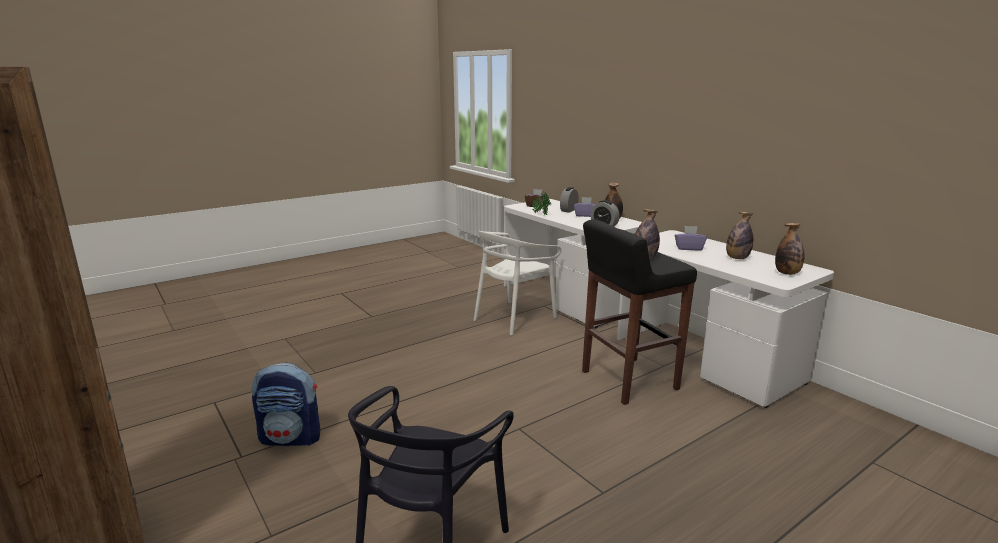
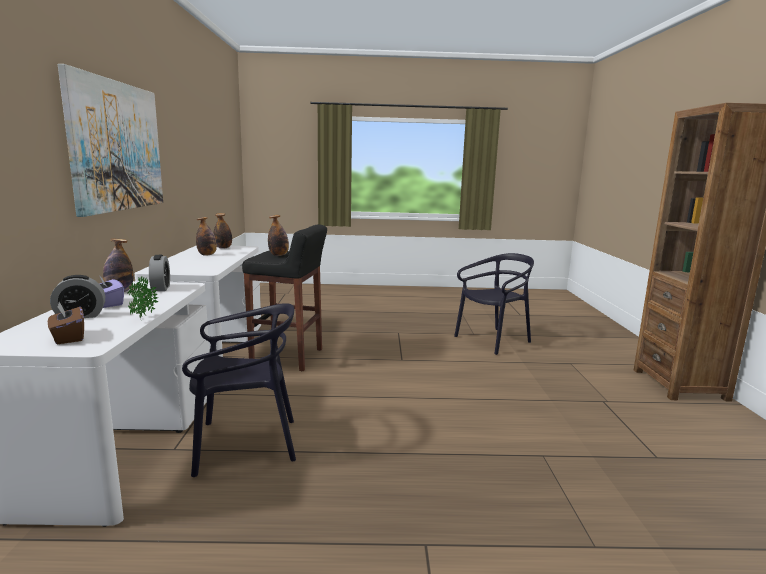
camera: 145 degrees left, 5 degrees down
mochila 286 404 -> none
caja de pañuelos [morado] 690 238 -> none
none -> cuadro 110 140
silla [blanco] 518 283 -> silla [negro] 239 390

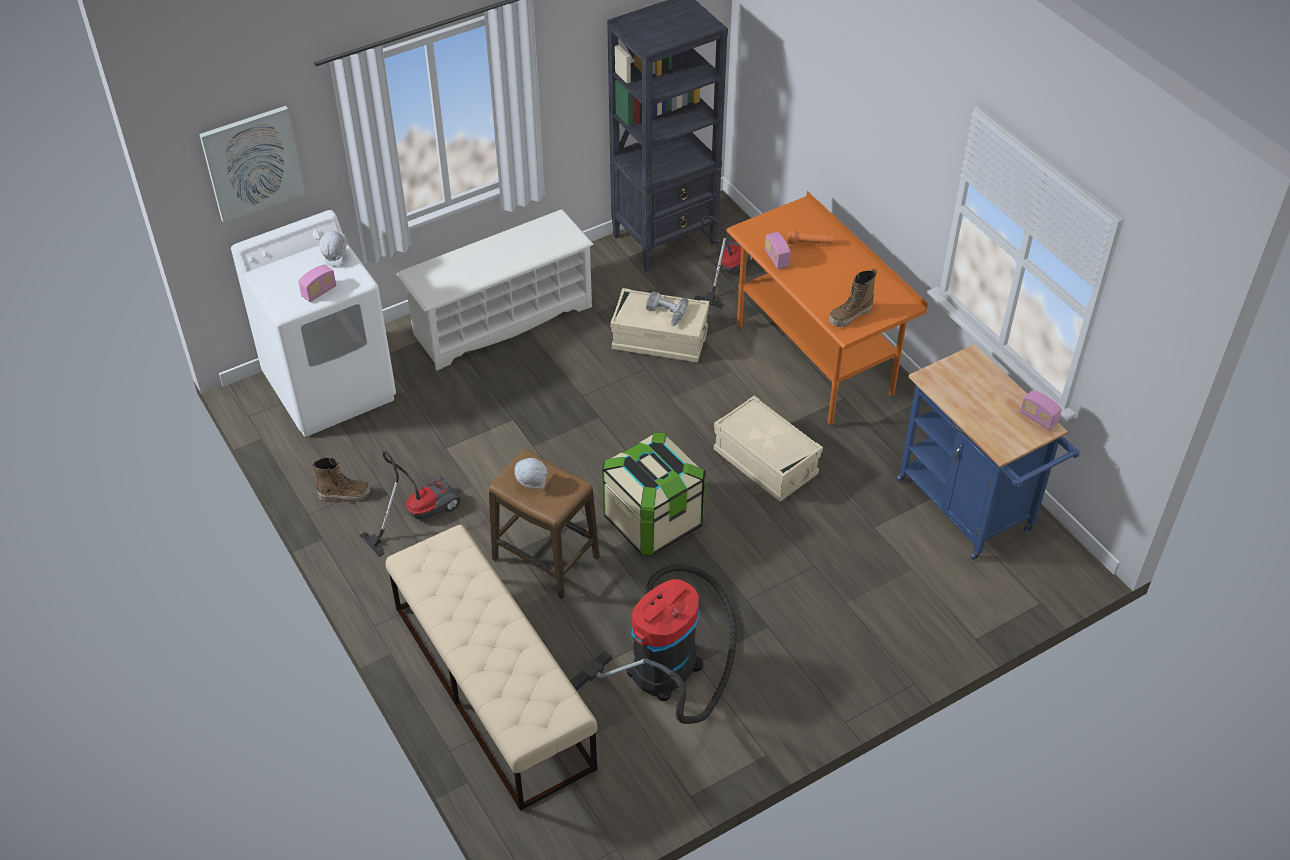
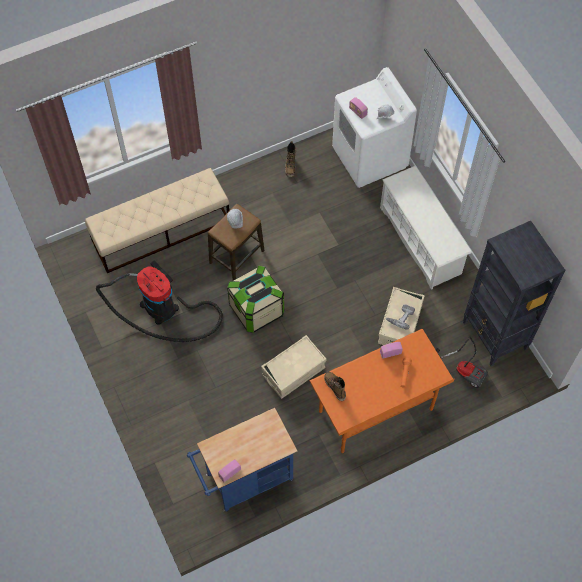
camera: 95 degrees right, 15 degrees up
cuadro 252 164 -> none
aspiradora 410 504 -> none

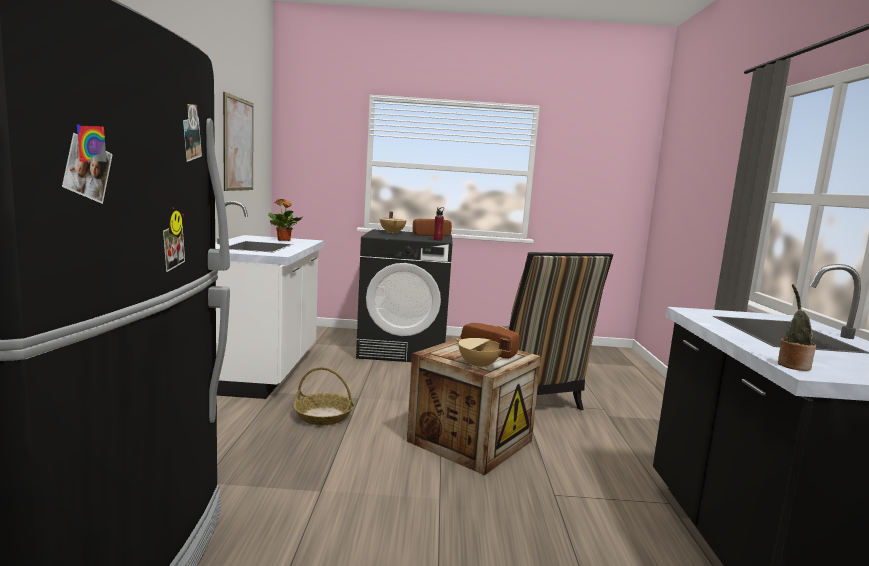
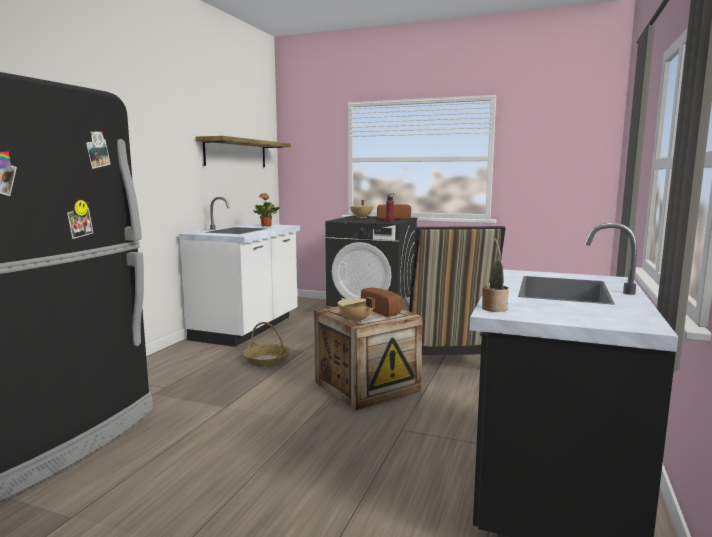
camera: 20 degrees right, 0 degrees up
cuadro 238 141 -> estante 243 151

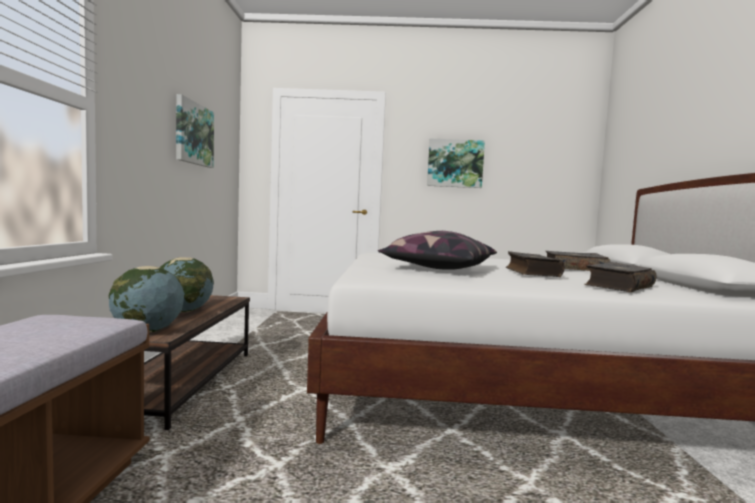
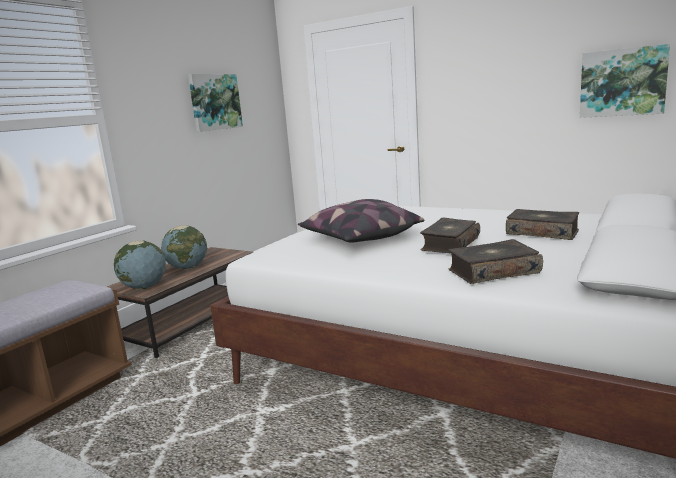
camera: 30 degrees right, 10 degrees up
cuadro 456 163 -> cuadro 625 81, moved

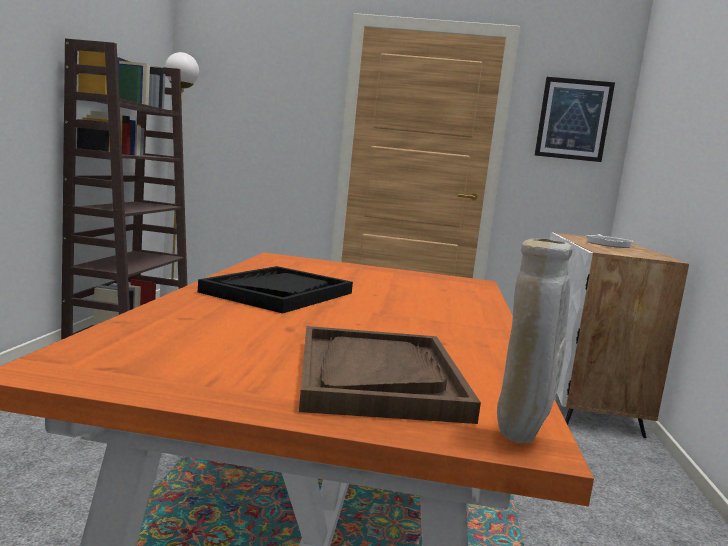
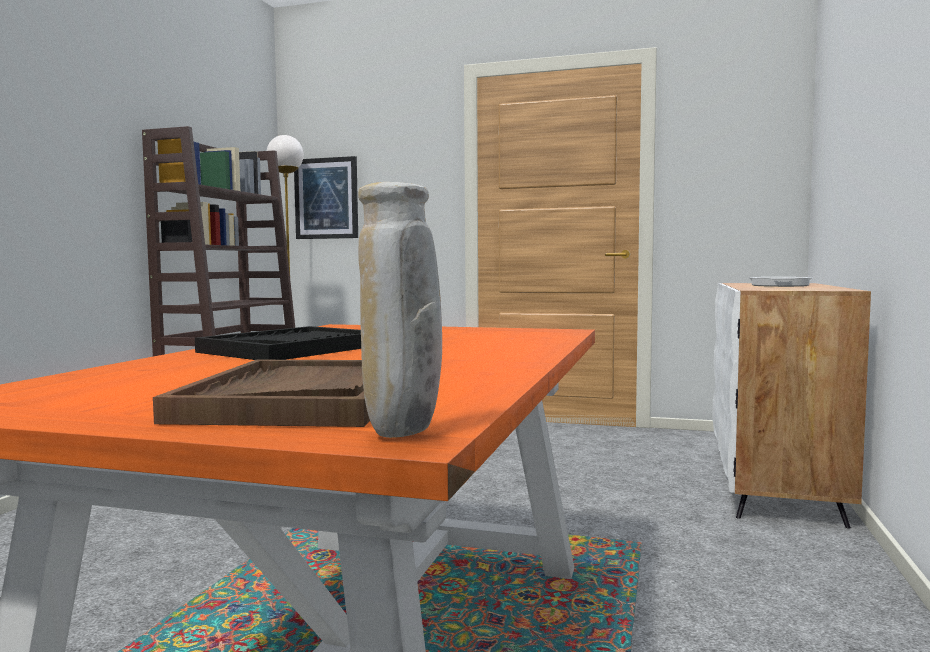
camera: 10 degrees right, 5 degrees down
cuadro 574 119 -> cuadro 326 197, moved

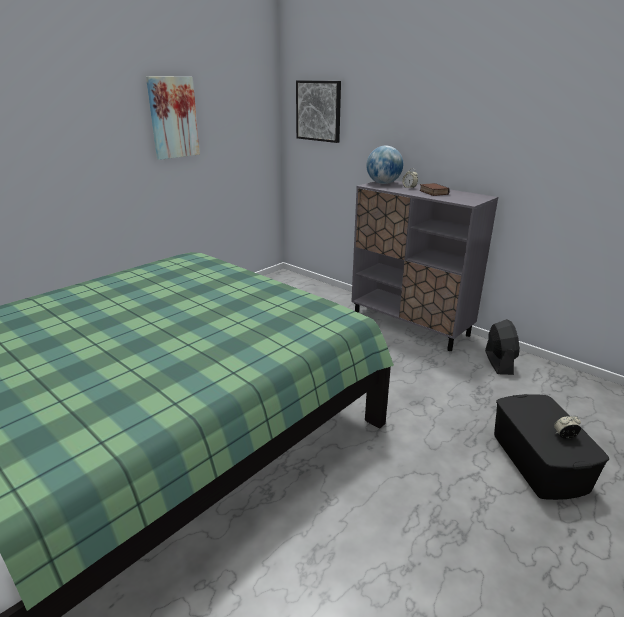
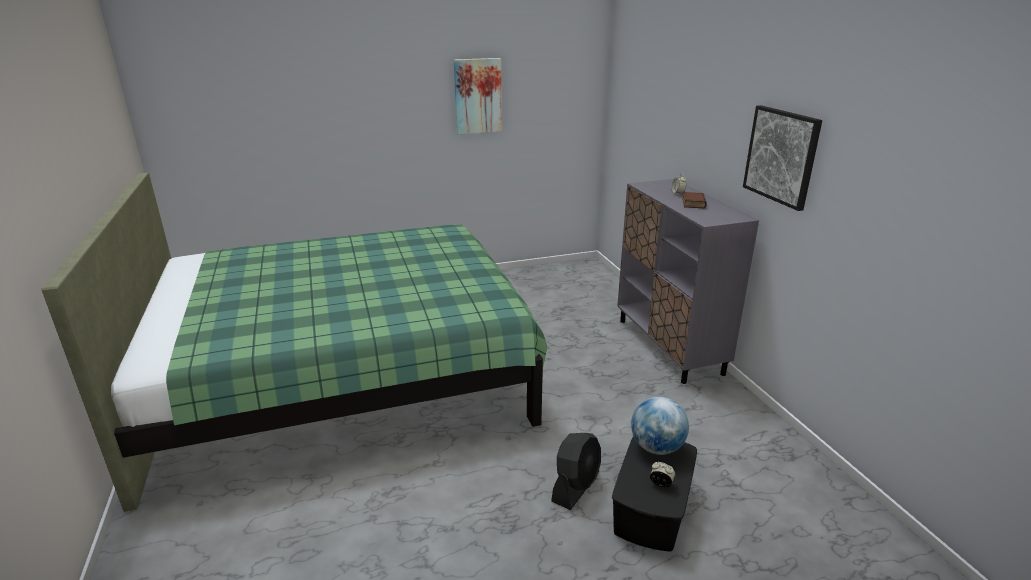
camera: 30 degrees right, 0 degrees up
cuadro 318 111 -> cuadro 782 158, moved
globo terráqueo 384 165 -> globo terráqueo 660 426, moved
ventilador [negro] 502 347 -> ventilador [negro] 576 471, moved

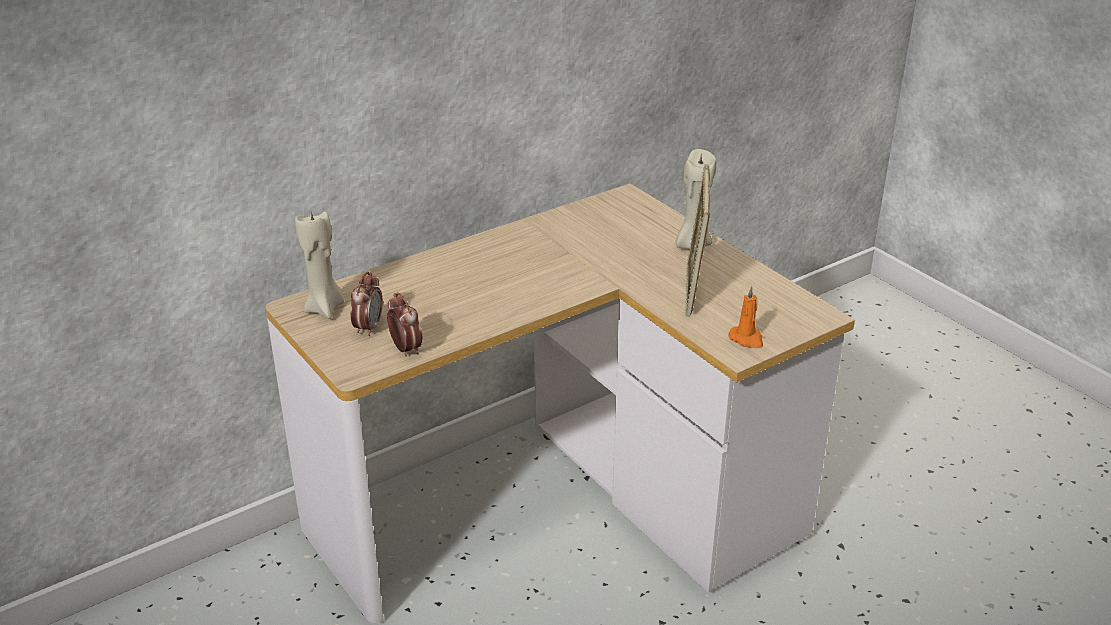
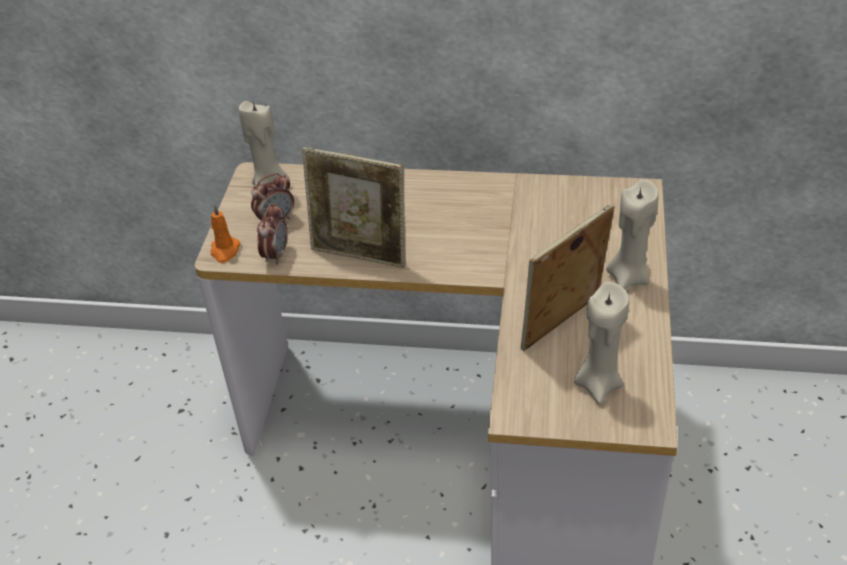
camera: 45 degrees right, 10 degrees up
none -> portarretratos 353 207
none -> vela [beis] 601 343
vela [naranja] 745 317 -> vela [naranja] 226 233, moved

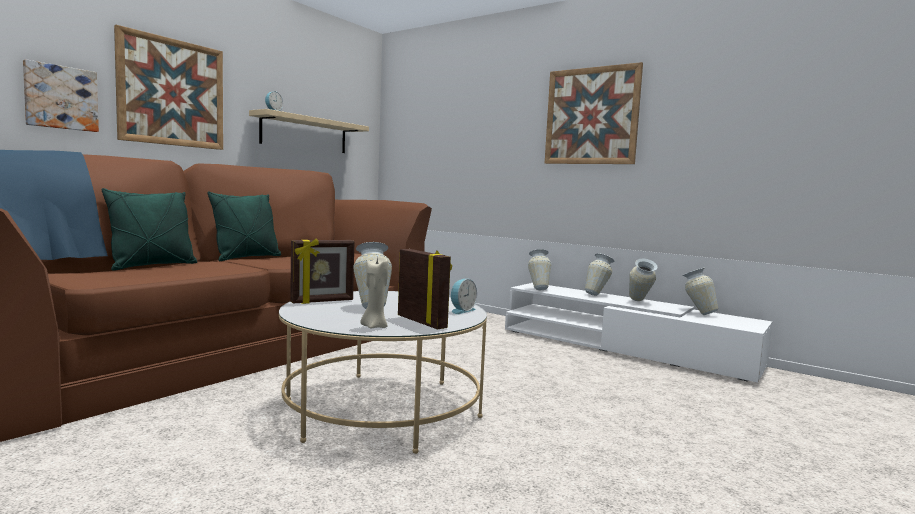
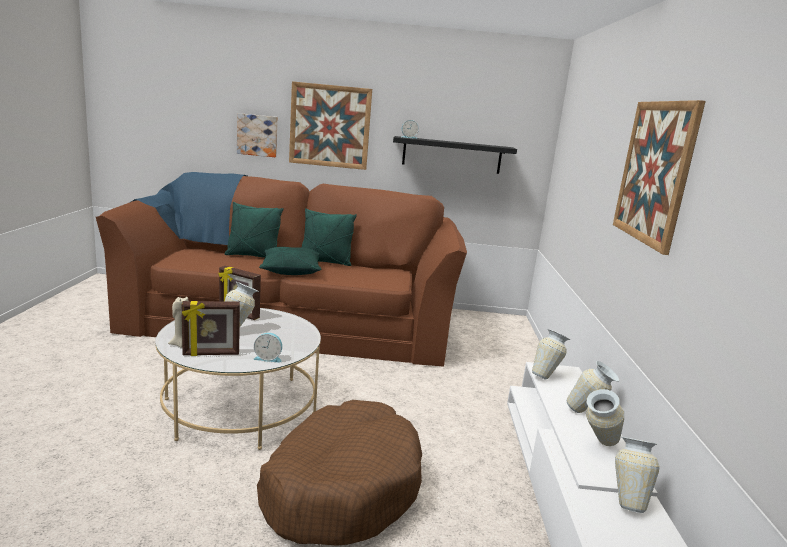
camera: 55 degrees right, 10 degrees up
none -> cama para perro [marrón] 339 473
none -> cojín [verde] 290 261
estante [beis] 309 131 -> estante [negro] 455 155
portarretratos 425 289 -> portarretratos 211 328, 60 degrees clockwise

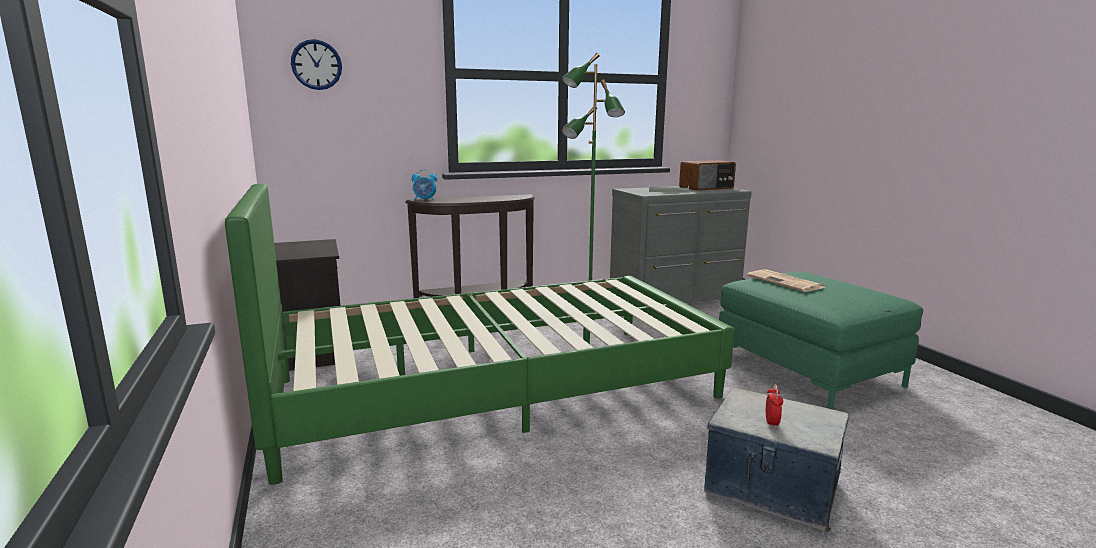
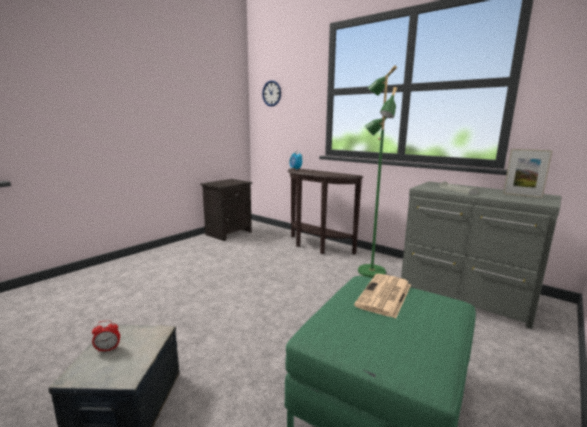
camera: 60 degrees right, 0 degrees up
cama [verde] 480 334 -> none
radio 707 175 -> portarretratos 528 173

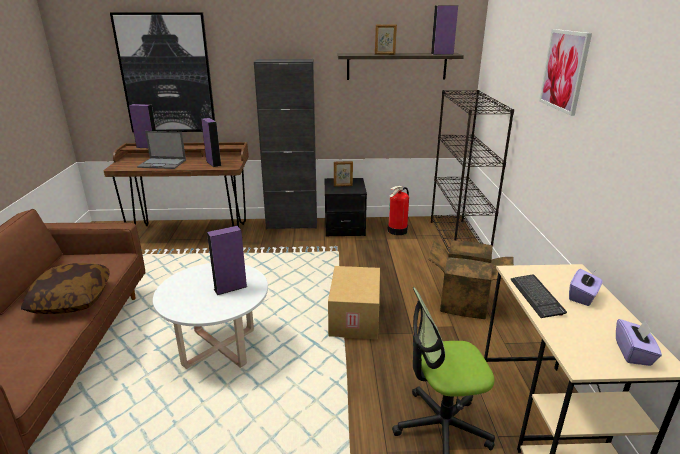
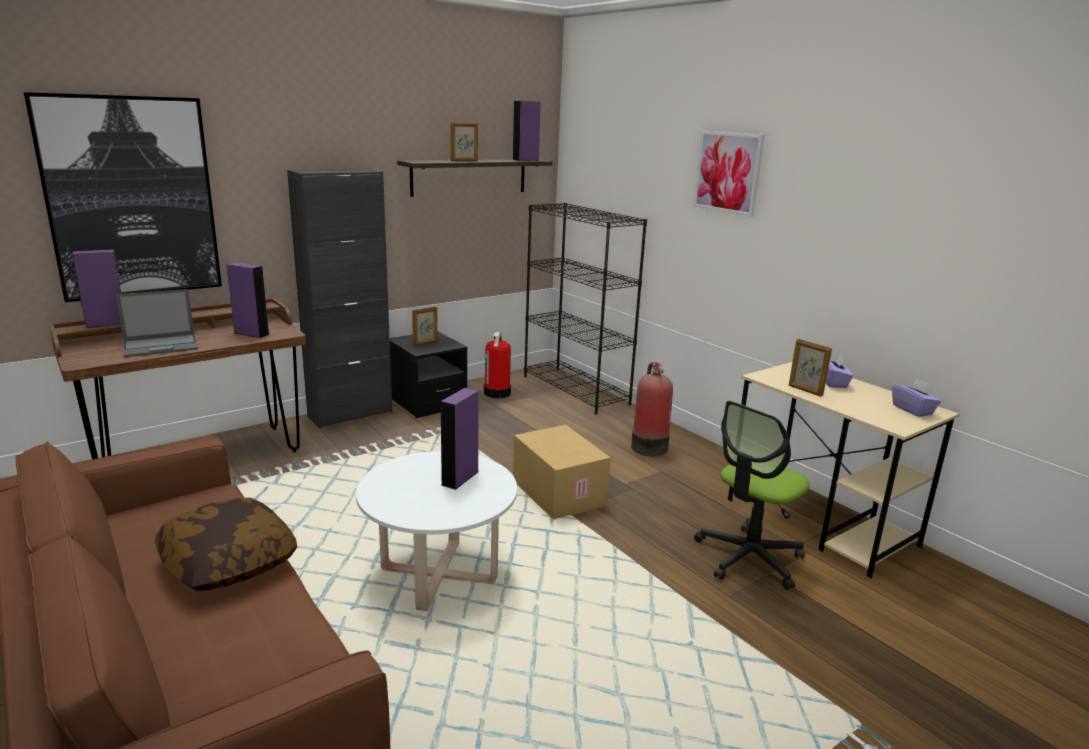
camera: 35 degrees left, 5 degrees down
caja de cartón 471 279 -> extintor 652 409
teclado 538 296 -> portarretratos 810 368

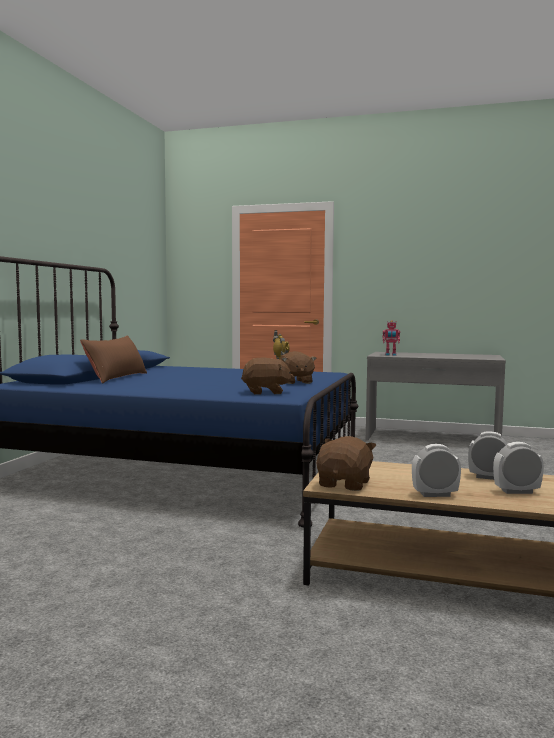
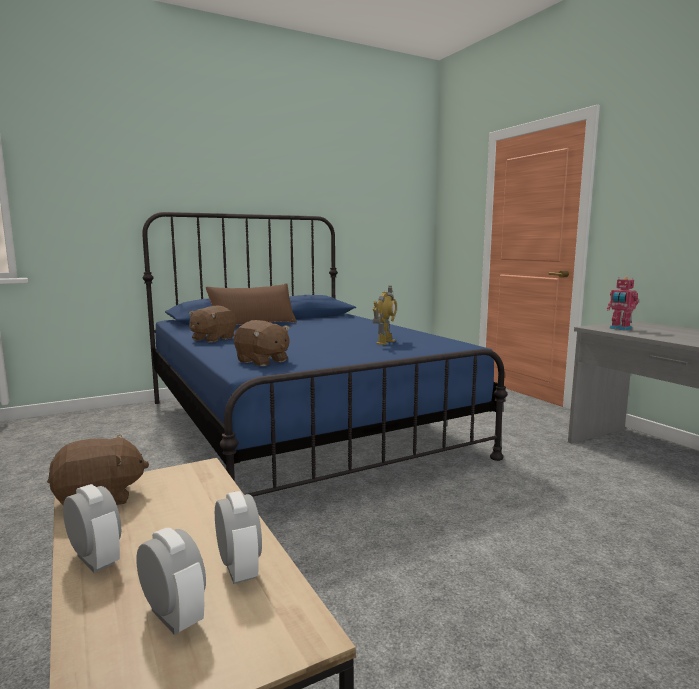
camera: 45 degrees right, 5 degrees up
peluche [marrón] 298 367 -> peluche [marrón] 212 324, moved

